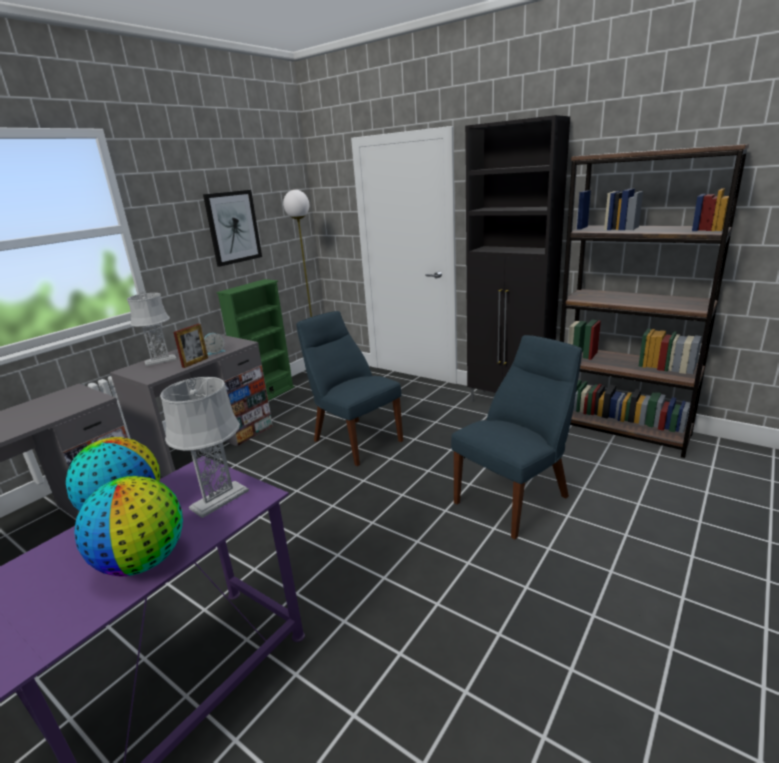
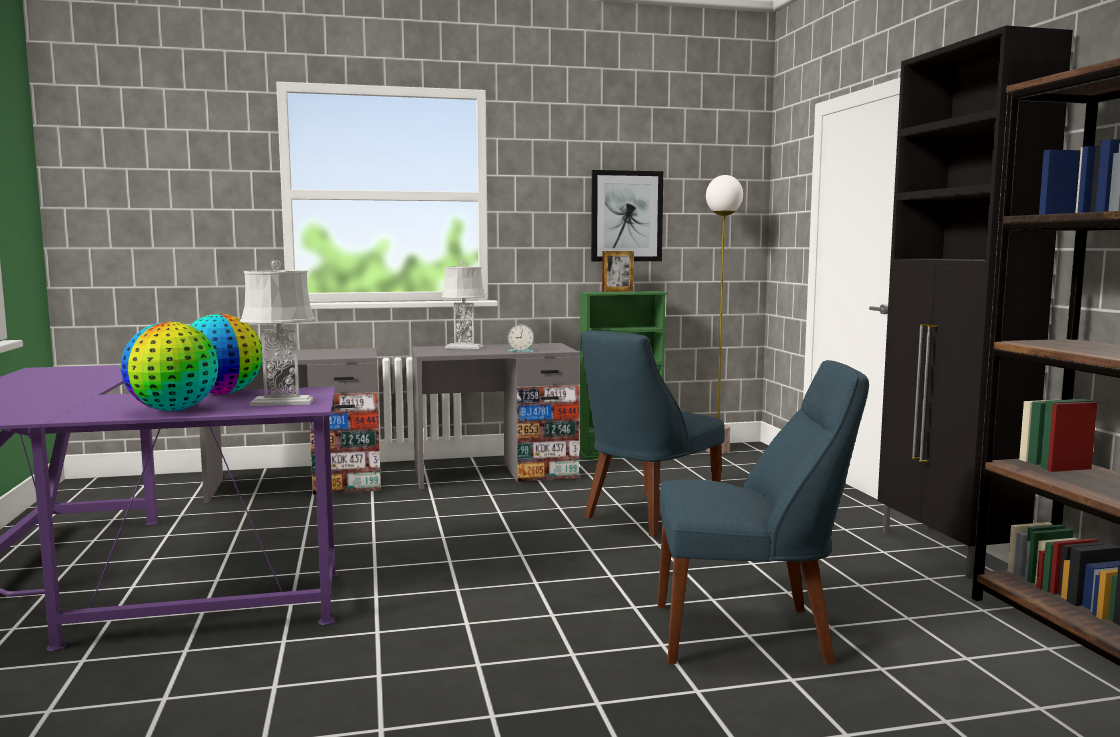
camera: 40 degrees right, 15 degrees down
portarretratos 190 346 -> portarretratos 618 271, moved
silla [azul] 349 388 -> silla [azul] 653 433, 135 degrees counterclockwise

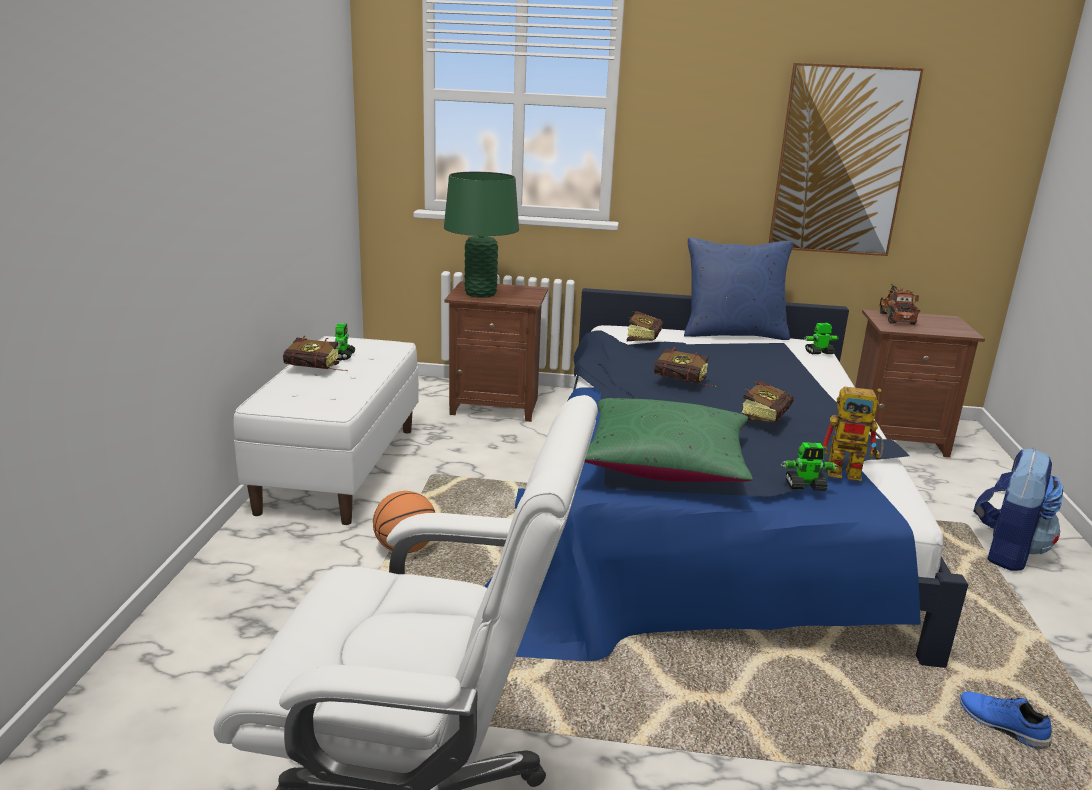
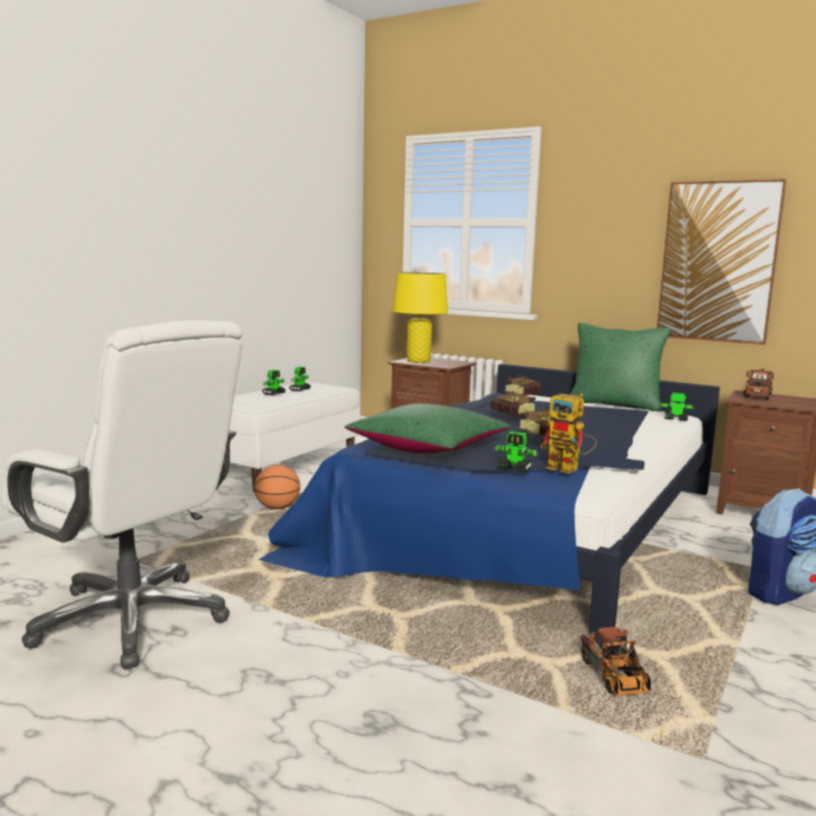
camera: 25 degrees right, 10 degrees down
libro 315 353 -> robot de juguete 274 382
zapato [azul] 1006 720 -> camión de juguete 615 661
lámpara de mesa [verde] 481 235 -> lámpara de mesa [amarillo] 420 317
cojín [azul] 738 289 -> cojín [verde] 620 367

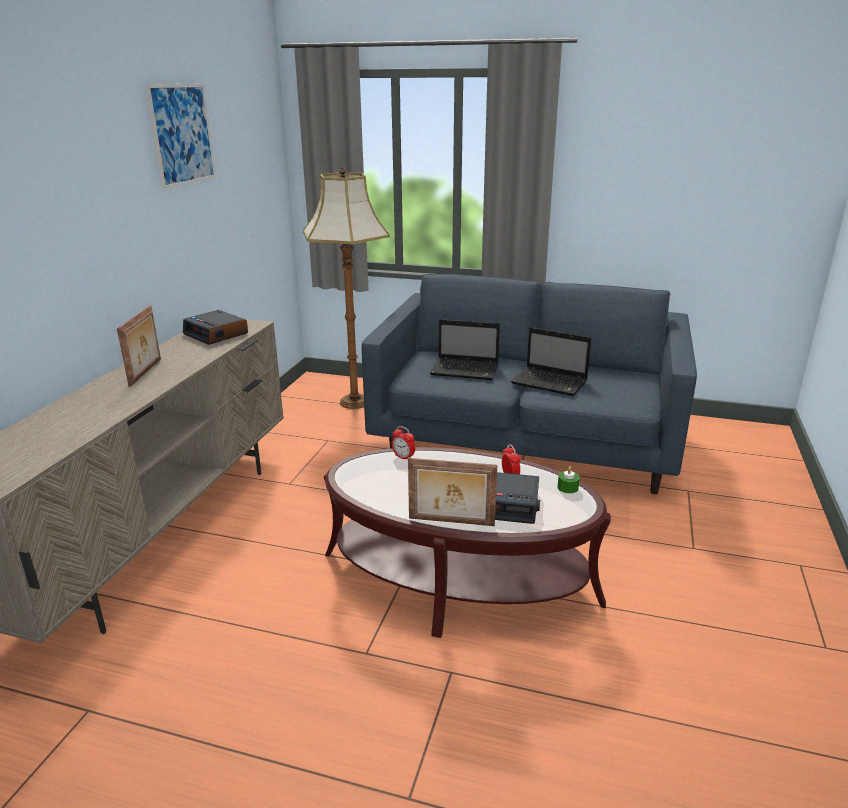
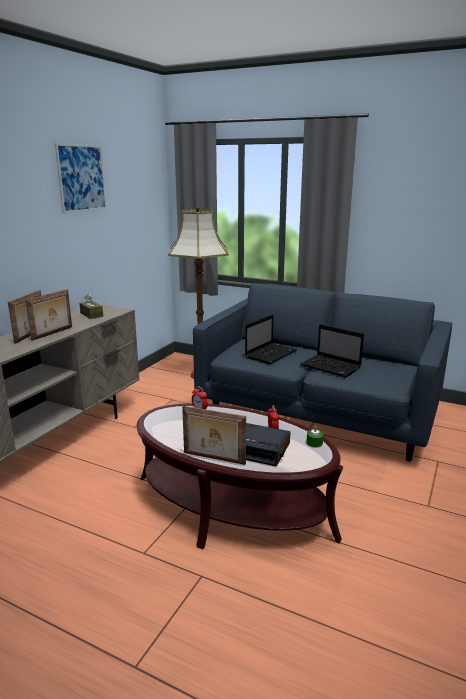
camera: 10 degrees right, 5 degrees down
none -> portarretratos 49 315
despertador 215 327 -> caja de pañuelos [marrón] 91 306
portátil 465 349 -> portátil 271 339, 75 degrees counterclockwise

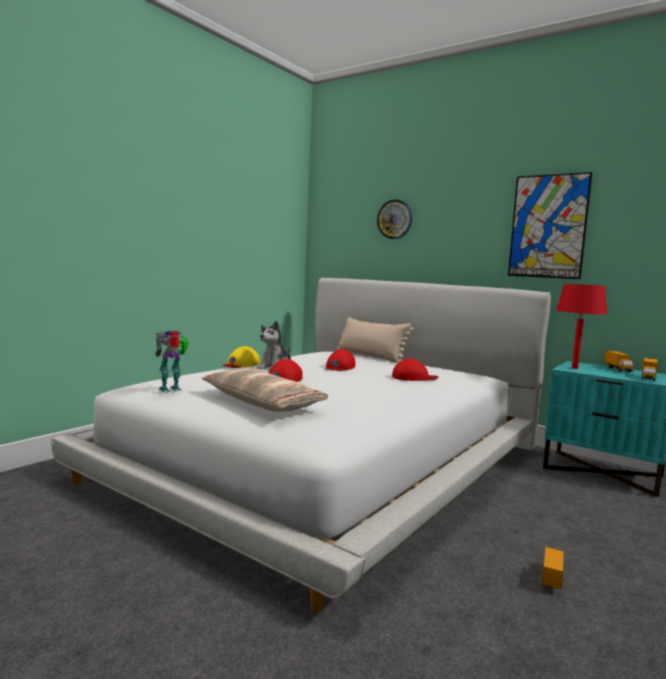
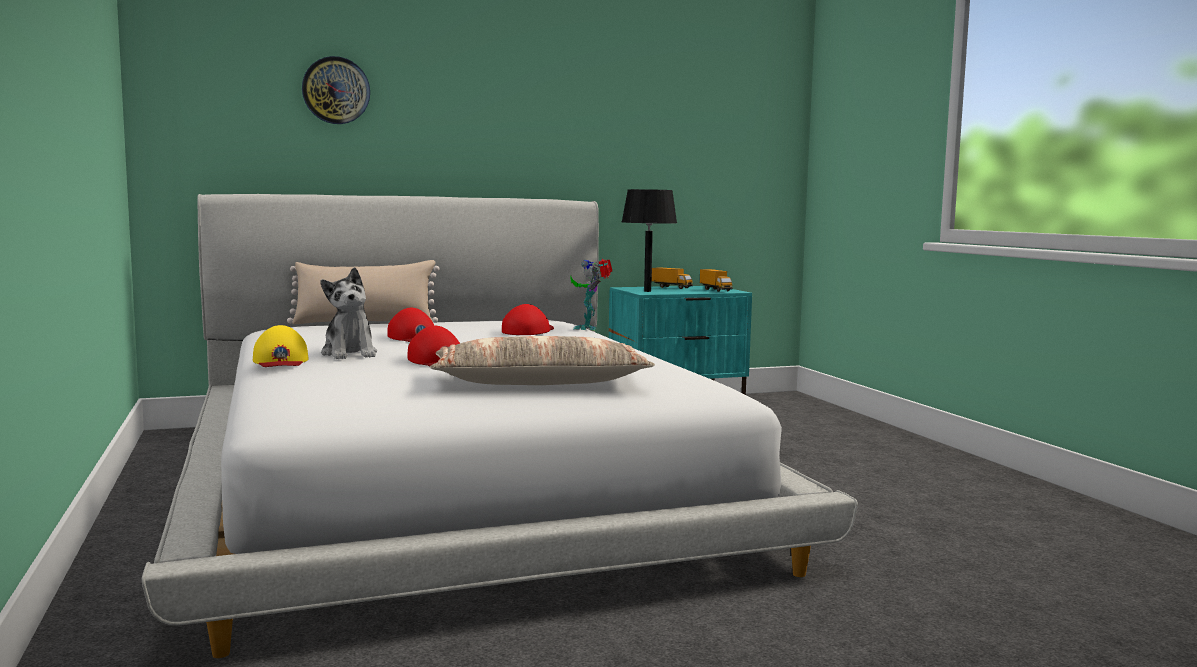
camera: 55 degrees left, 0 degrees up
cuadro 550 225 -> none
camión de juguete 553 568 -> none
robot de juguete 172 361 -> robot de juguete 591 294, moved
lámpara de mesa [rojo] 581 326 -> lámpara de mesa [negro] 649 240

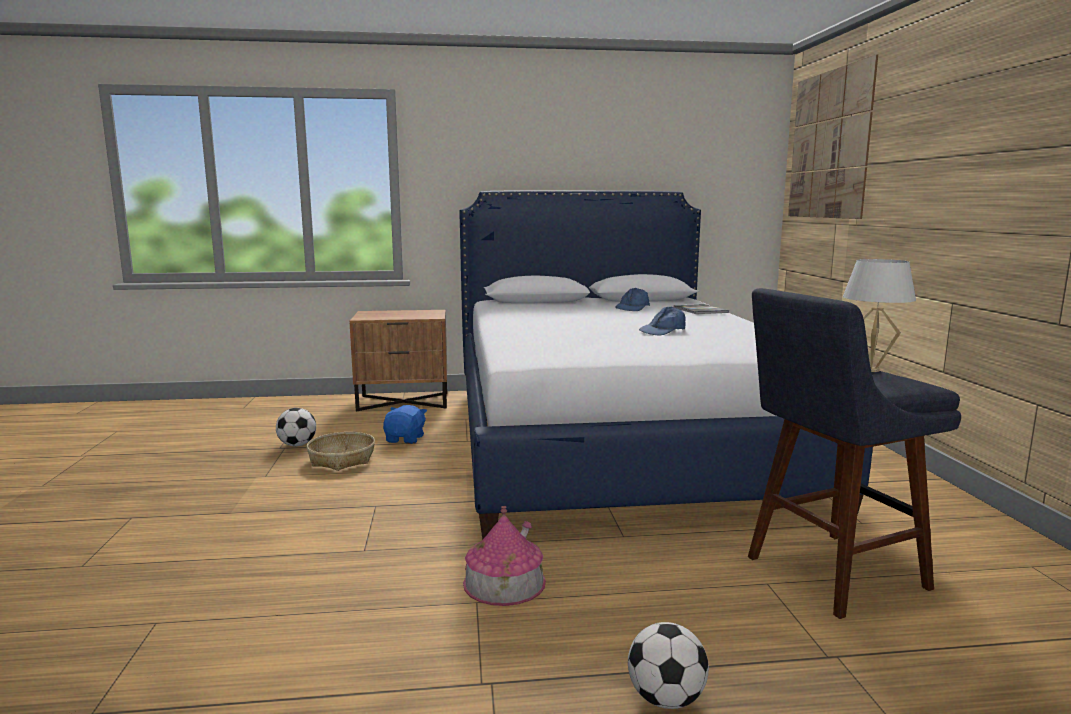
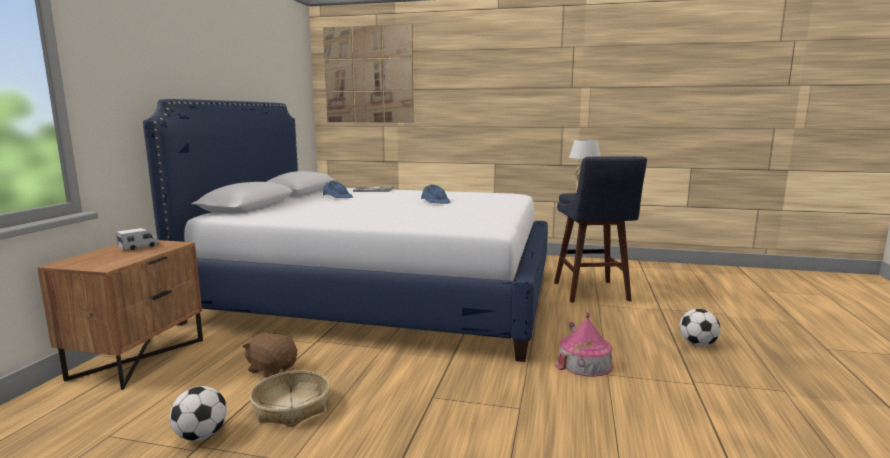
camera: 70 degrees left, 0 degrees up
none -> camión de juguete 137 239
peluche [azul] 405 424 -> peluche [marrón] 270 354

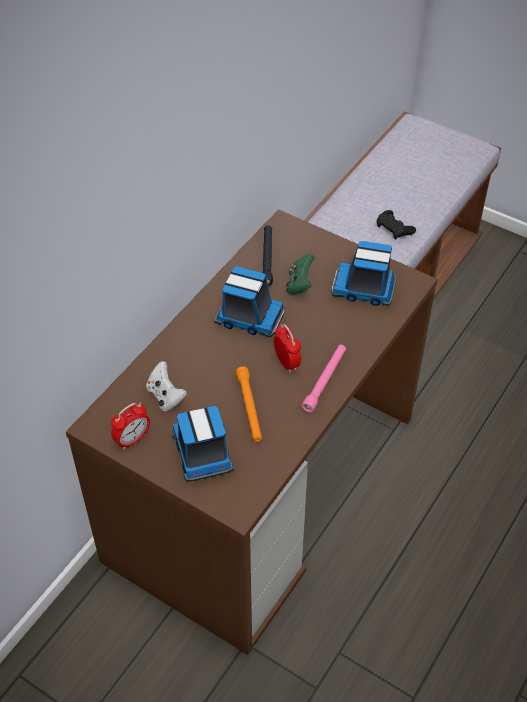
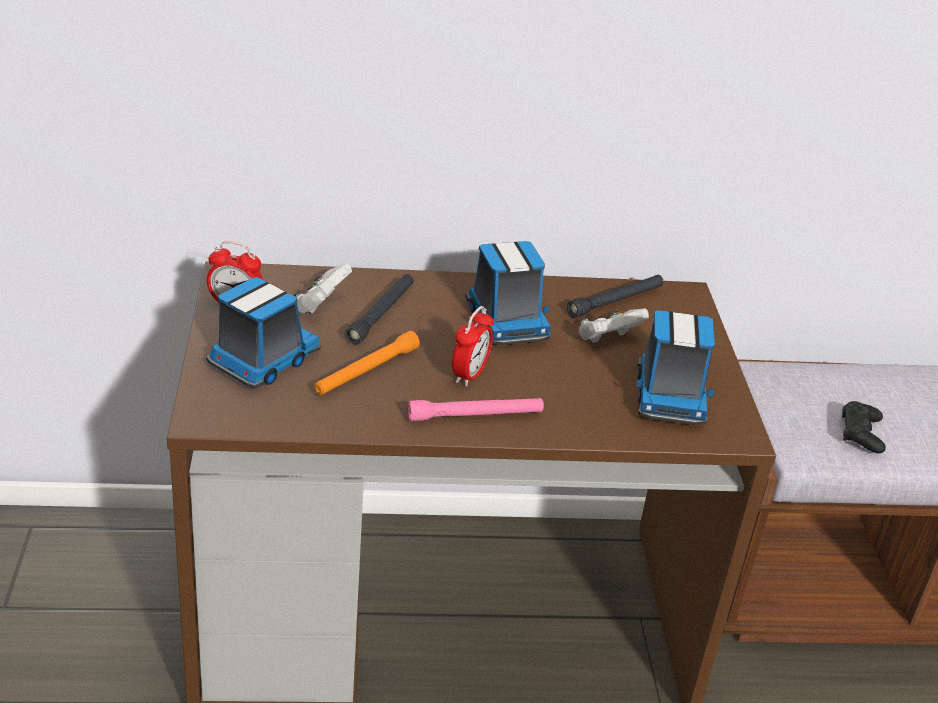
camera: 50 degrees right, 15 degrees down
none -> linterna [negro] 379 309
mando de consola [verde] 300 274 -> mando de consola [blanco] 613 326
camión de juguete 363 273 -> camión de juguete 675 367, 150 degrees counterclockwise

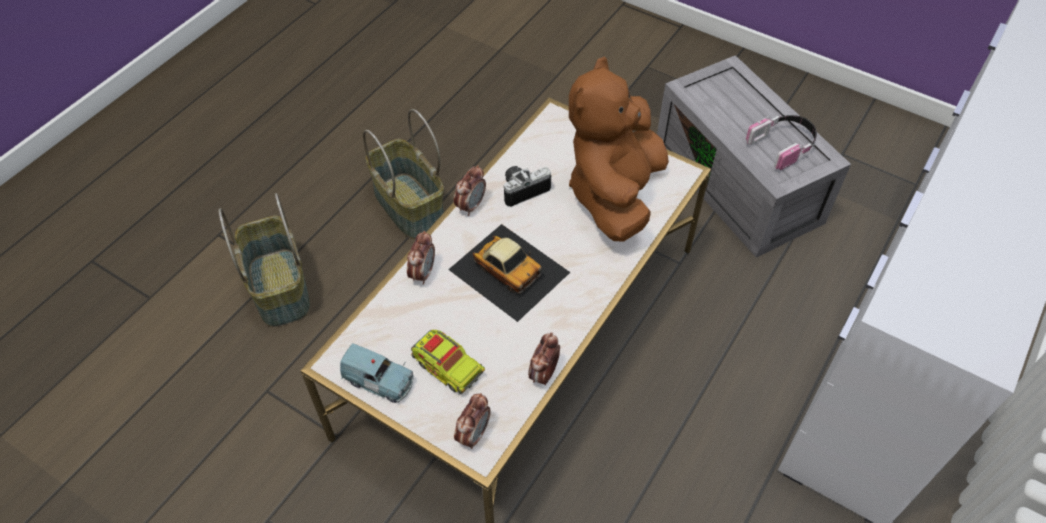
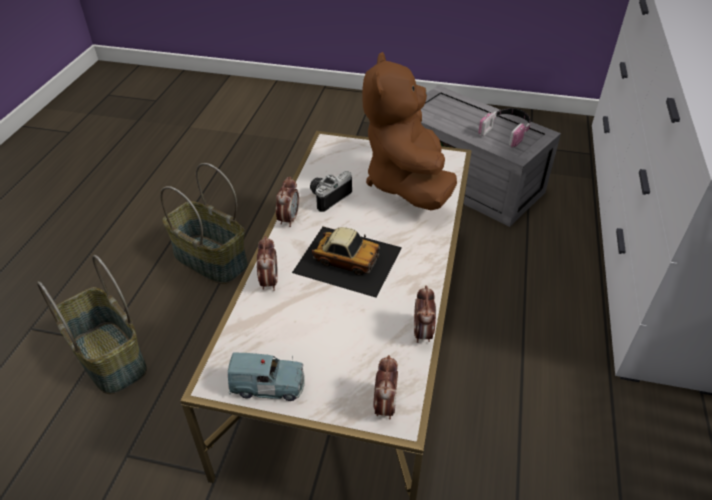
camera: 20 degrees left, 10 degrees down
camión de juguete 448 362 -> none

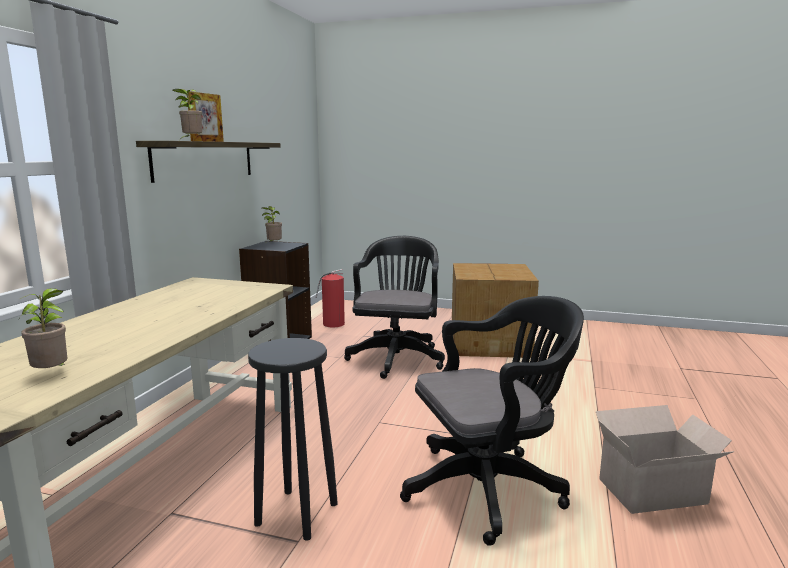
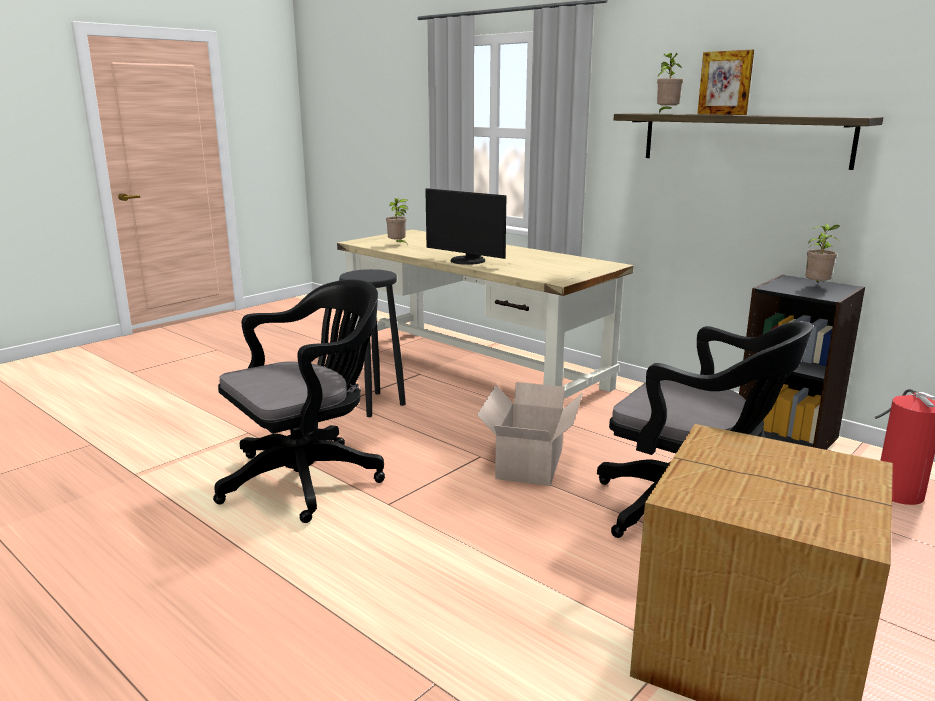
camera: 115 degrees right, 5 degrees up
none -> monitor 465 226
caja de cartón 665 459 -> caja de cartón 530 434, moved
silla de oficina [negro] 492 421 -> silla de oficina [negro] 299 401, 135 degrees counterclockwise

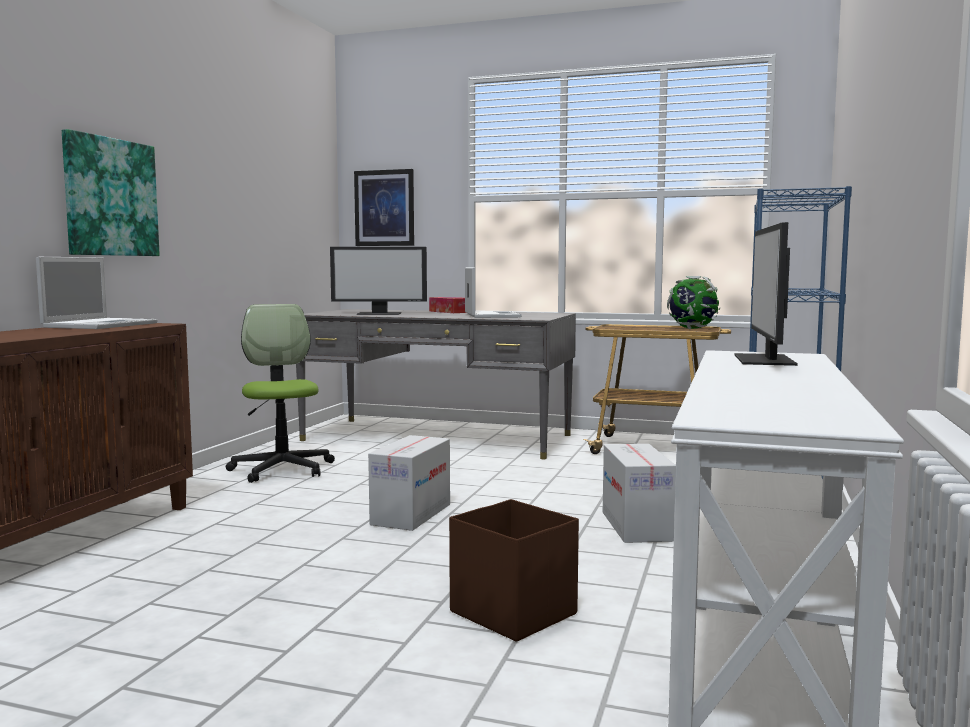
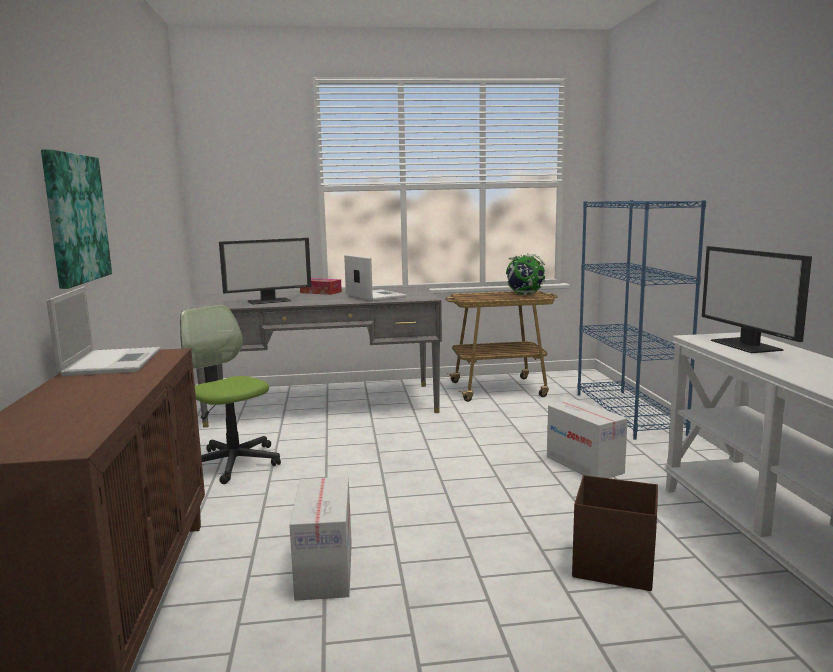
camera: 25 degrees left, 5 degrees up
cuadro 384 207 -> none
caja de cartón 409 483 -> caja de cartón 320 539, moved

